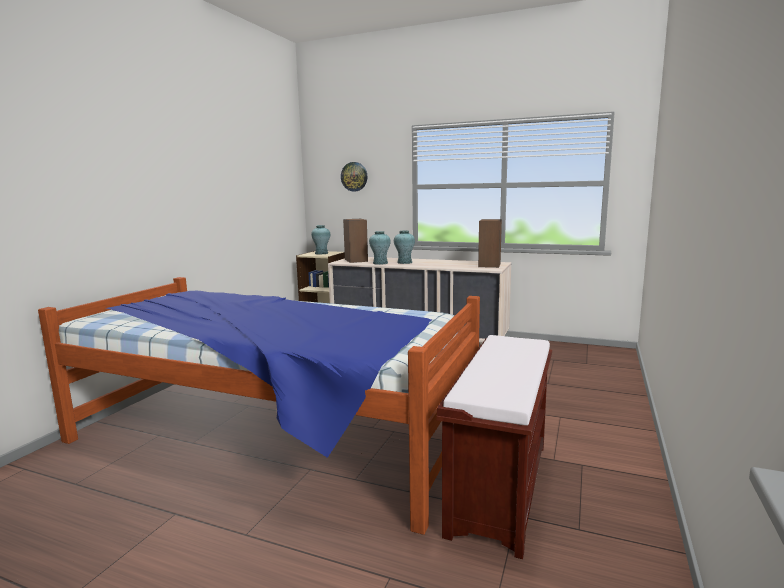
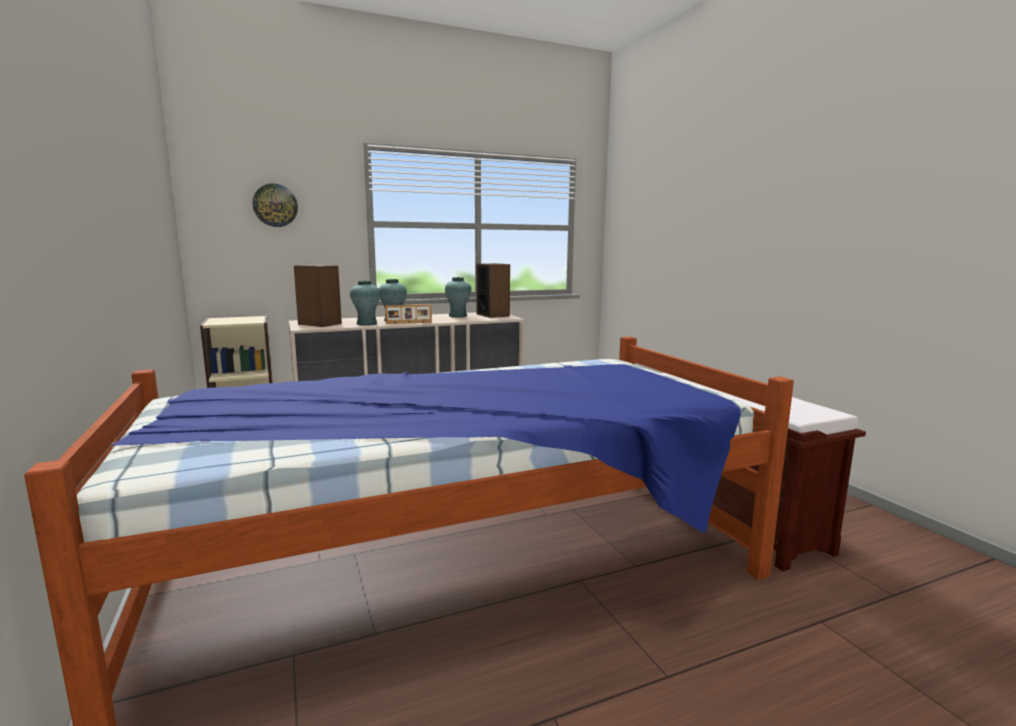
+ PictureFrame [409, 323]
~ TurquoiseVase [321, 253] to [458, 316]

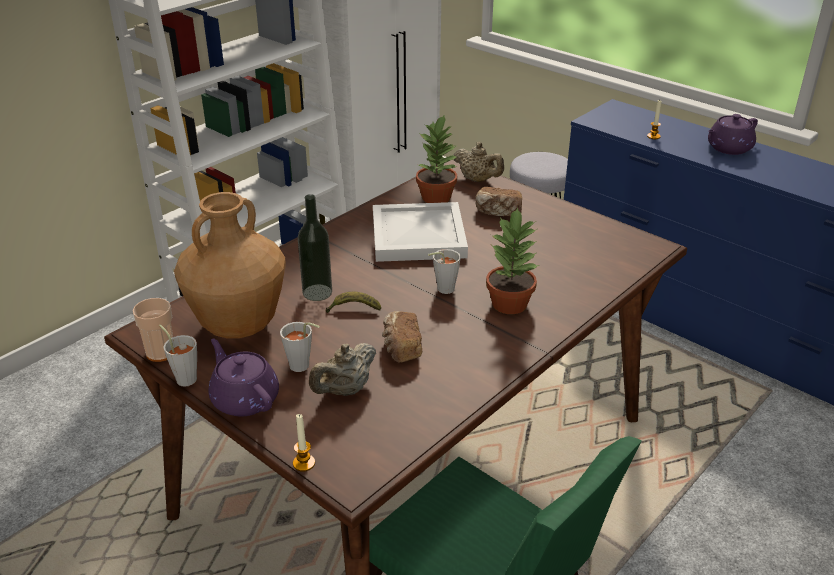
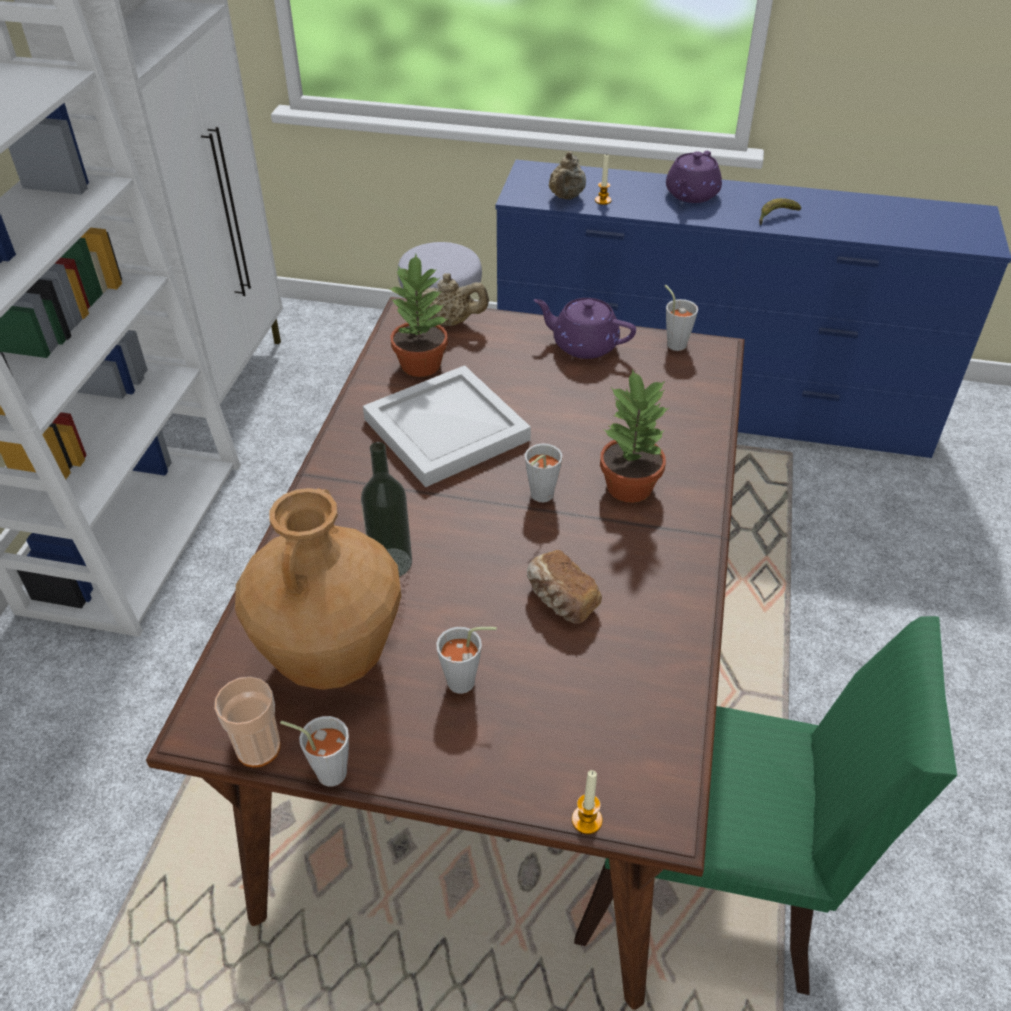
~ PurpleTeapot [244, 399] to [583, 345]
~ BeigeTeapot [345, 390] to [566, 197]
+ GreyCup [674, 342]
~ Banana [353, 309] to [775, 216]
- Bread [498, 212]

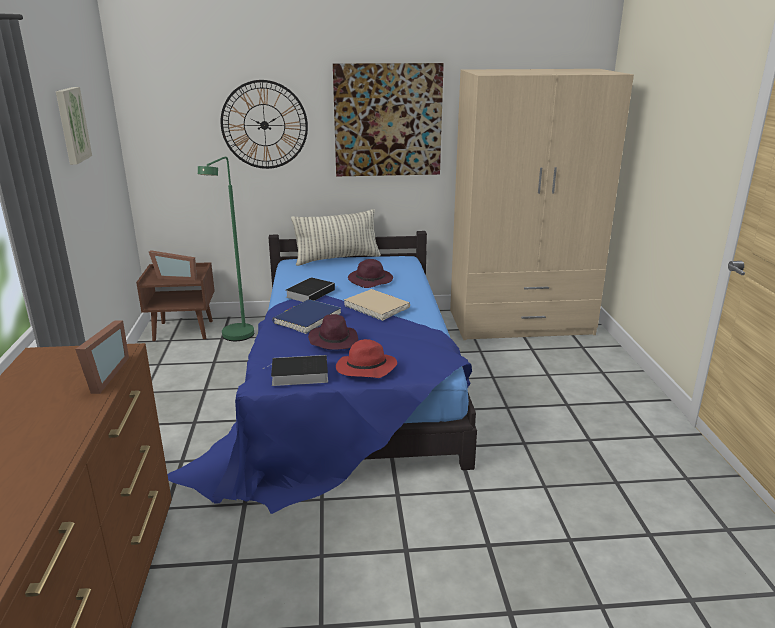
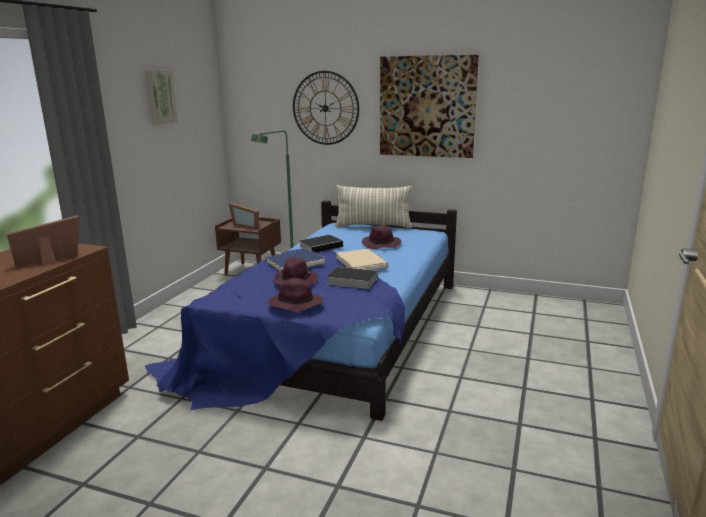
~ PictureFrame [101, 376] = [51, 261] 150 degrees counterclockwise
~ RedHat [365, 369] to PurpleHat [294, 304]
~ Book [298, 374] to [350, 281]
- BeigeWardrobe [521, 322]

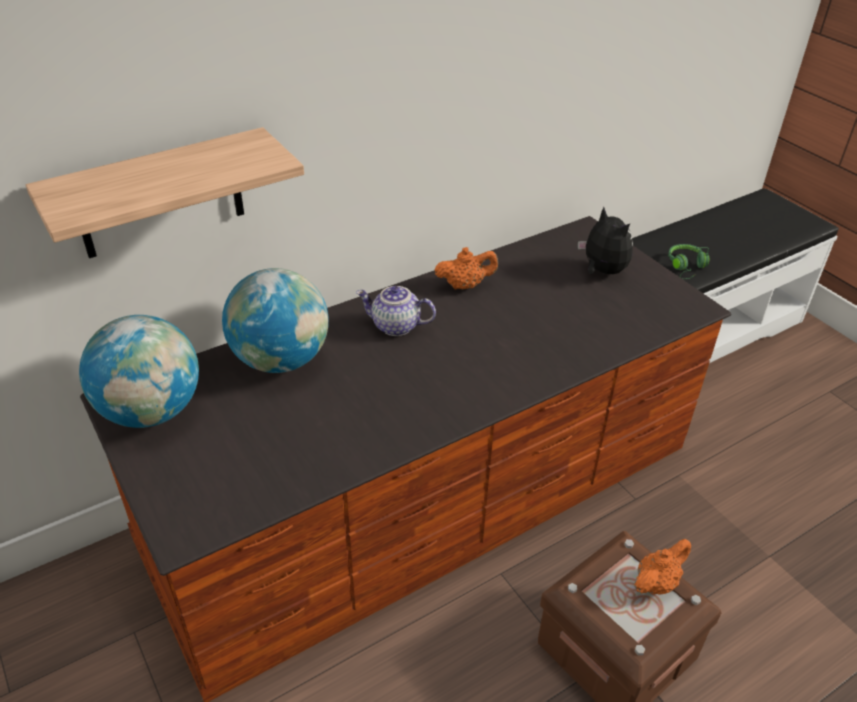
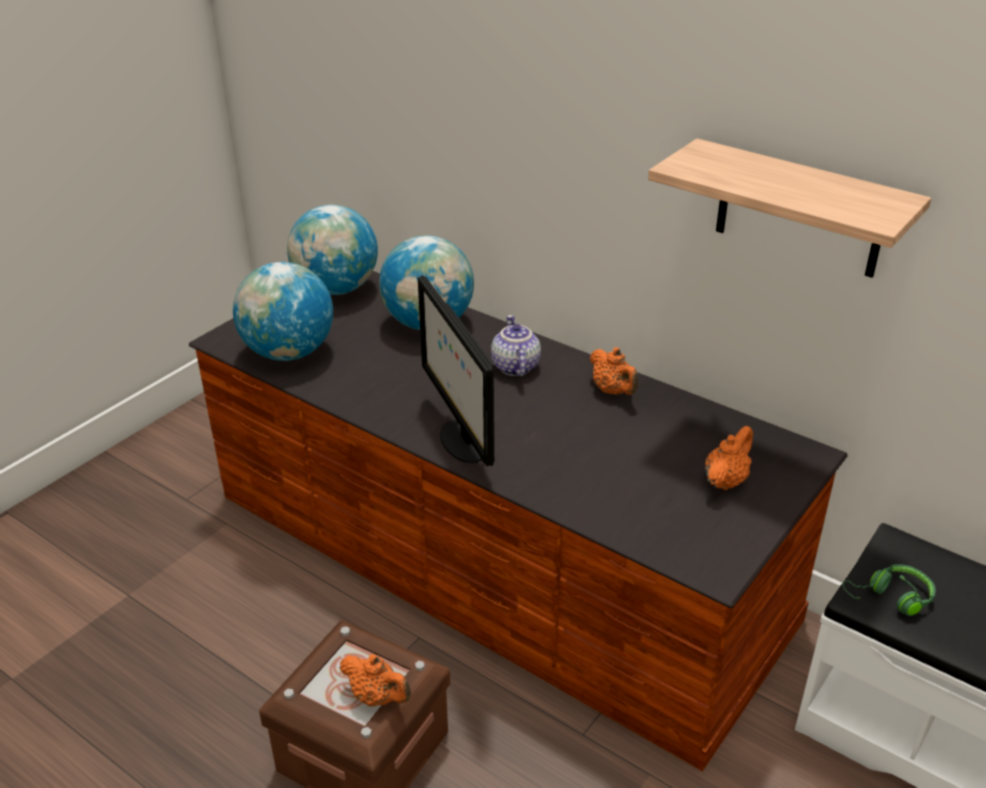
+ Globe [288, 352]
+ Monitor [461, 441]
~ Shelf [160, 195] to [799, 210]
~ PlushToy [602, 271] to OrangeTeapot [726, 480]

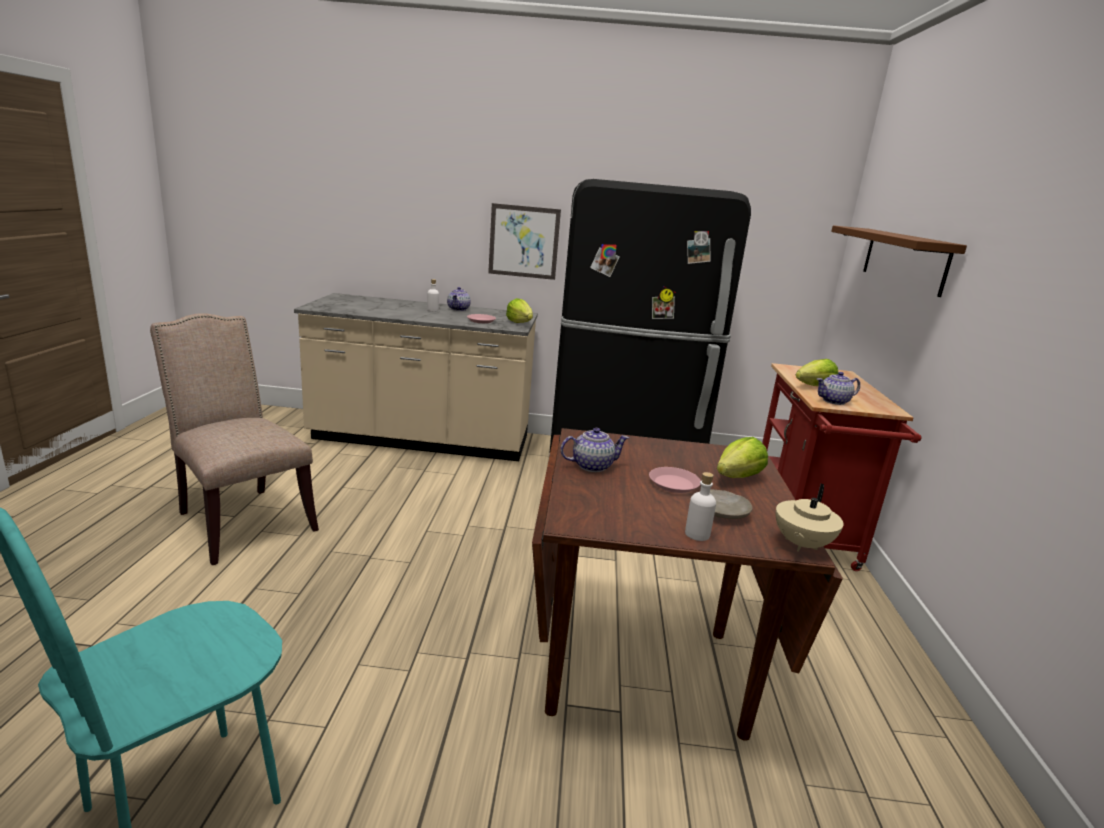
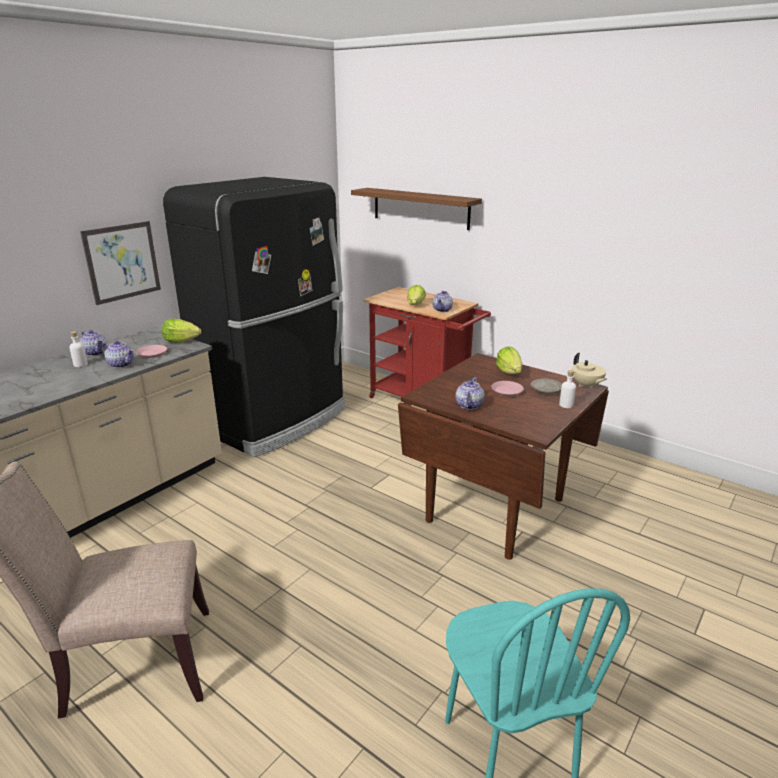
+ Teapot [121, 364]

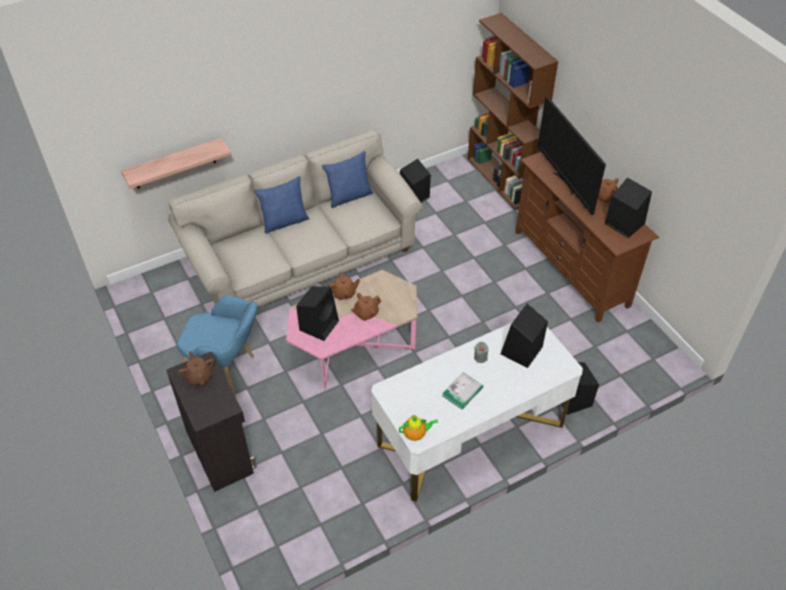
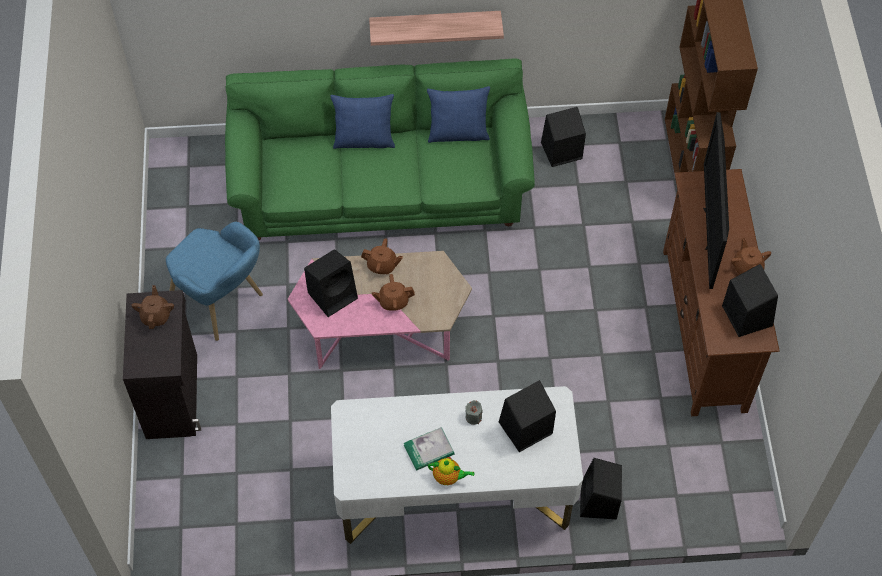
~ BeigeSofa [301, 256] to GreenSofa [381, 184]
~ Shelf [174, 164] to [435, 25]
~ Teapot [416, 434] to [448, 477]

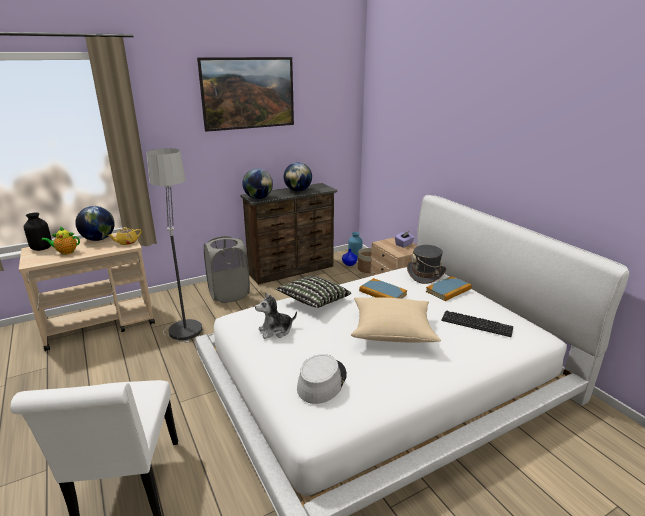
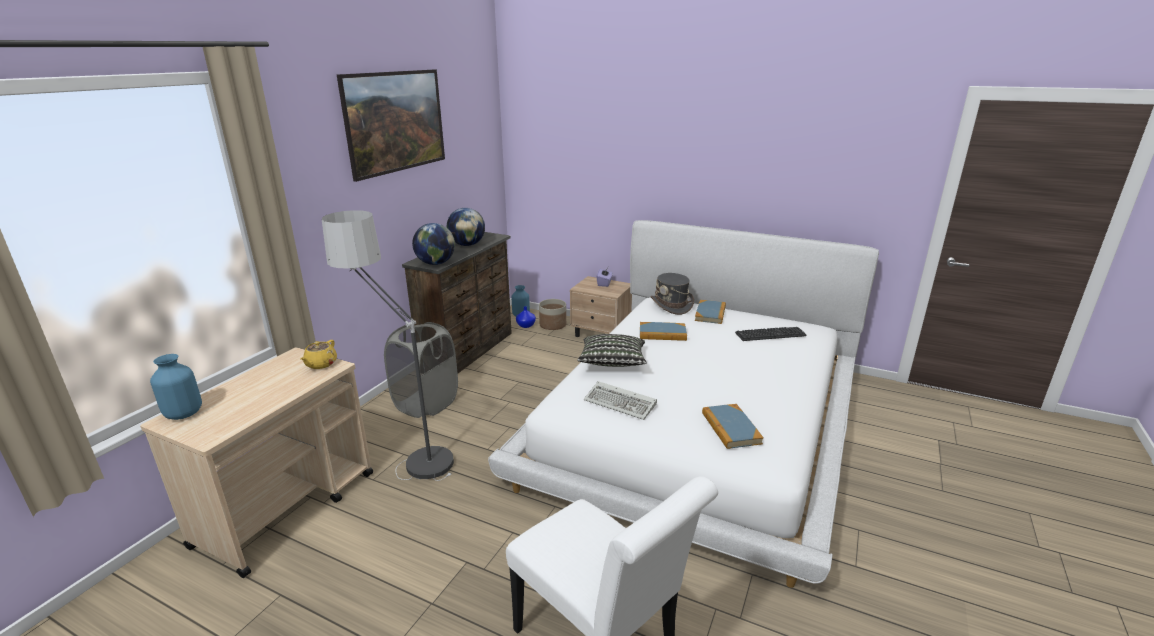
~ BlackVase [41, 248] to BlueVase [184, 414]
~ PlushToy [276, 331] to Keyboard [622, 403]
~ GreyHat [321, 381] to Book [730, 428]
- Teapot [65, 252]
- Globe [98, 239]
- BeigePillow [392, 332]

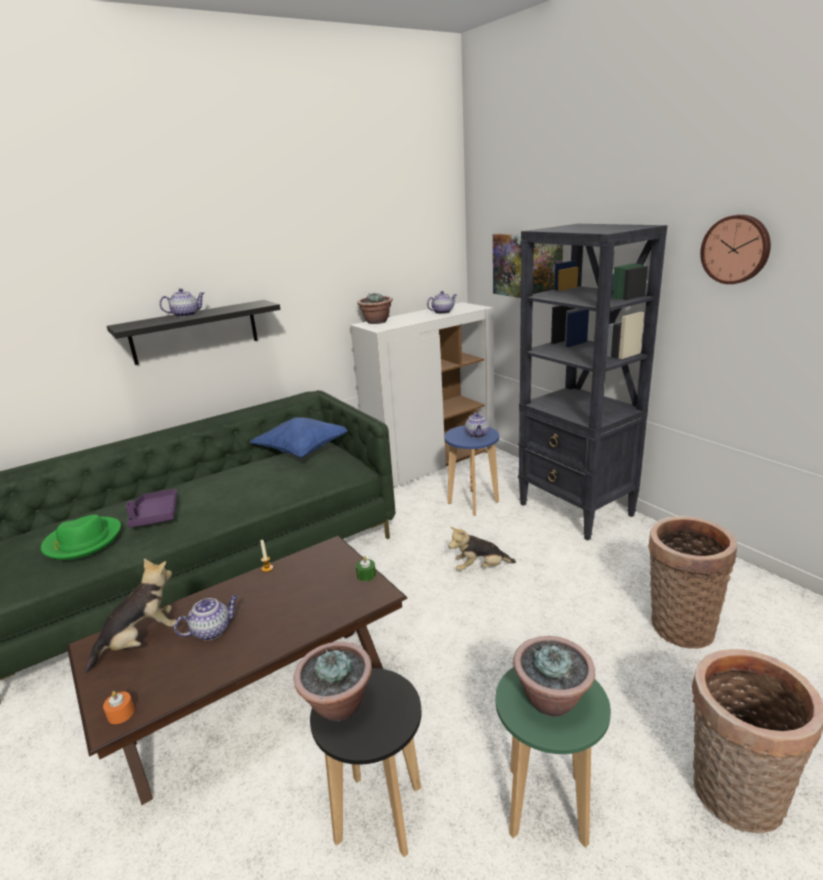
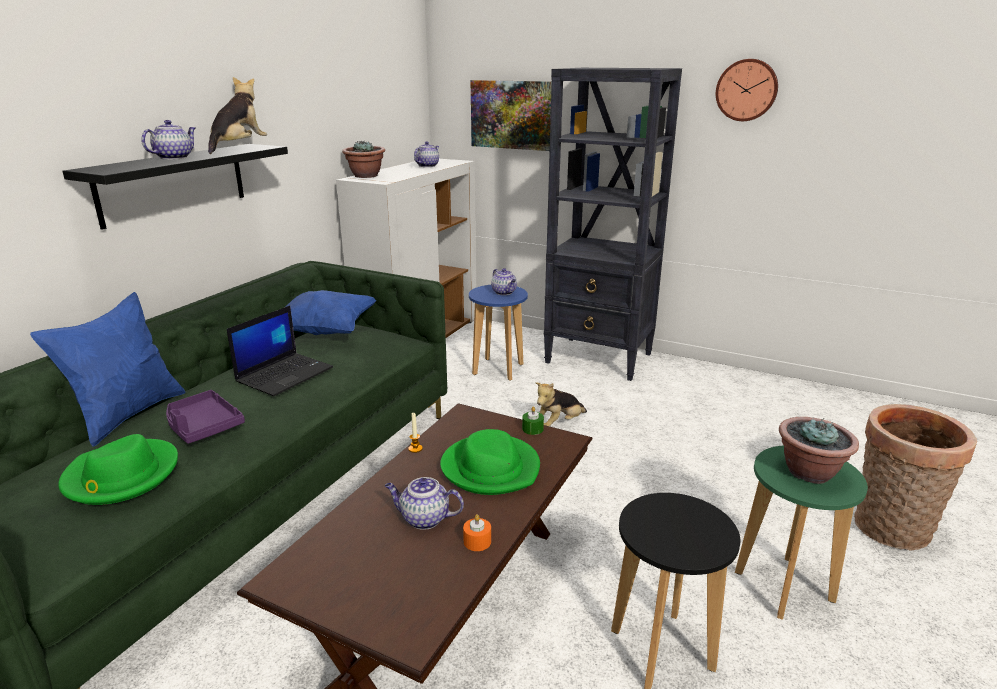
+ BluePillow [128, 414]
~ PlushToy [141, 641] to [239, 148]
+ Laptop [285, 374]
~ Teapot [212, 630] = [423, 519] 105 degrees counterclockwise
+ GreenHat [491, 468]
~ OrangeCandle [121, 713] to [477, 541]
- PottedPlant [338, 705]
- Basket [678, 624]

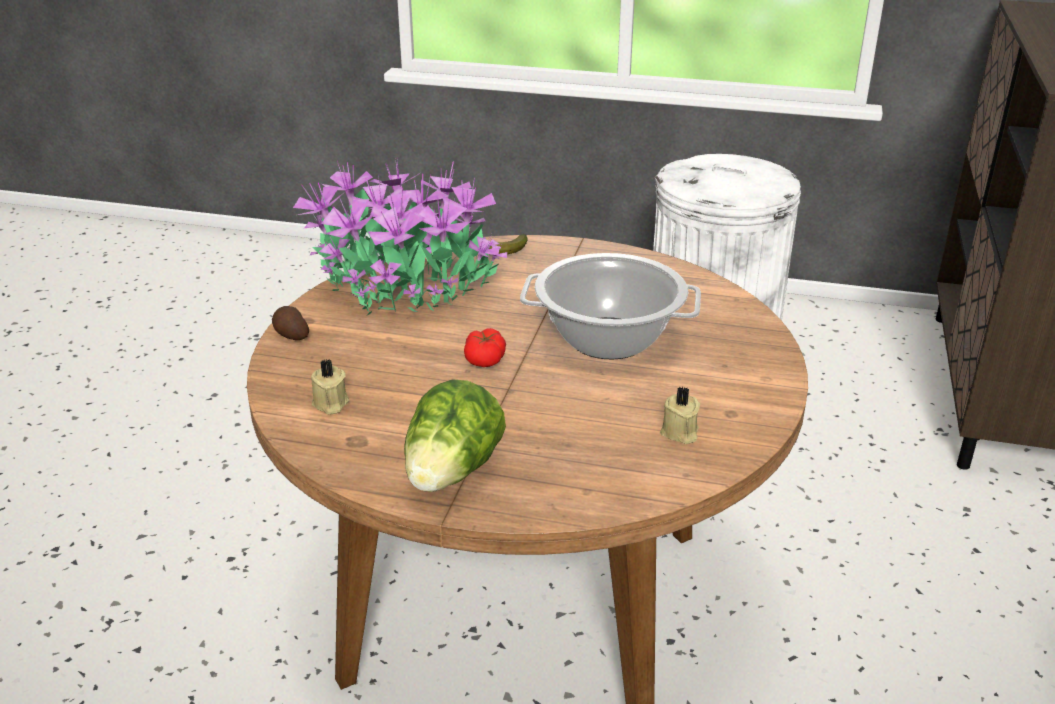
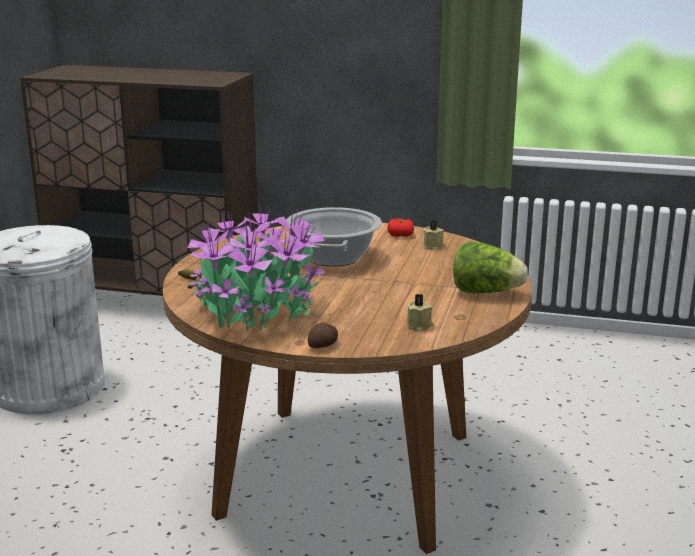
~ Tomato [485, 359] to [400, 235]

